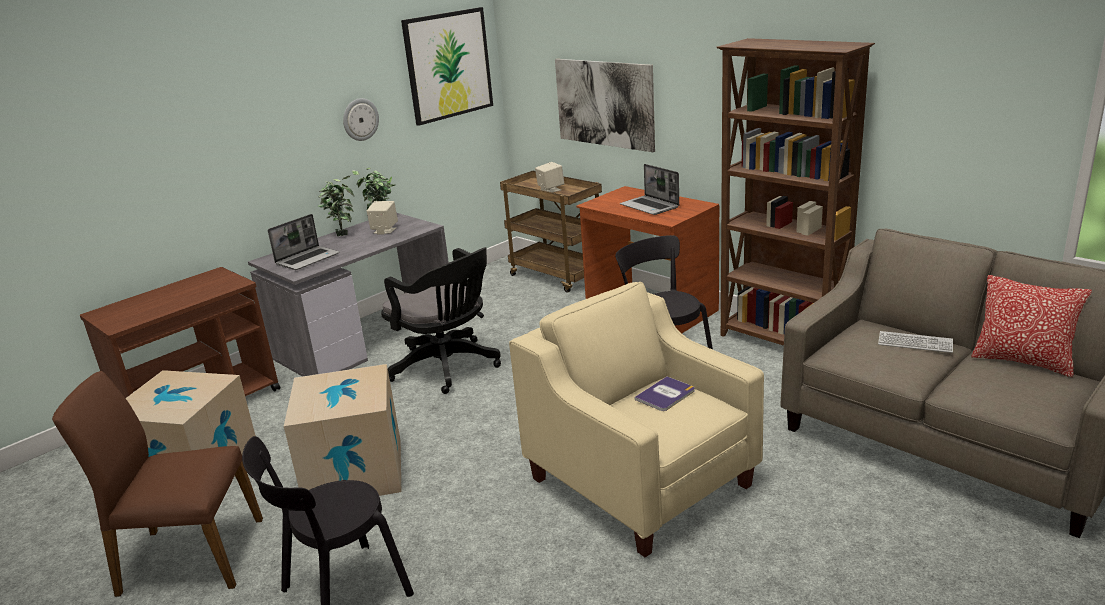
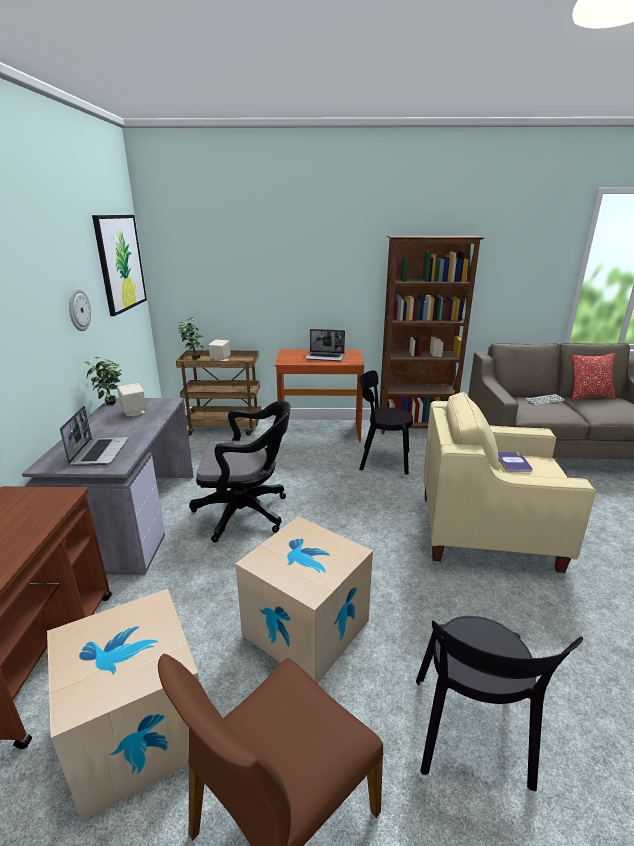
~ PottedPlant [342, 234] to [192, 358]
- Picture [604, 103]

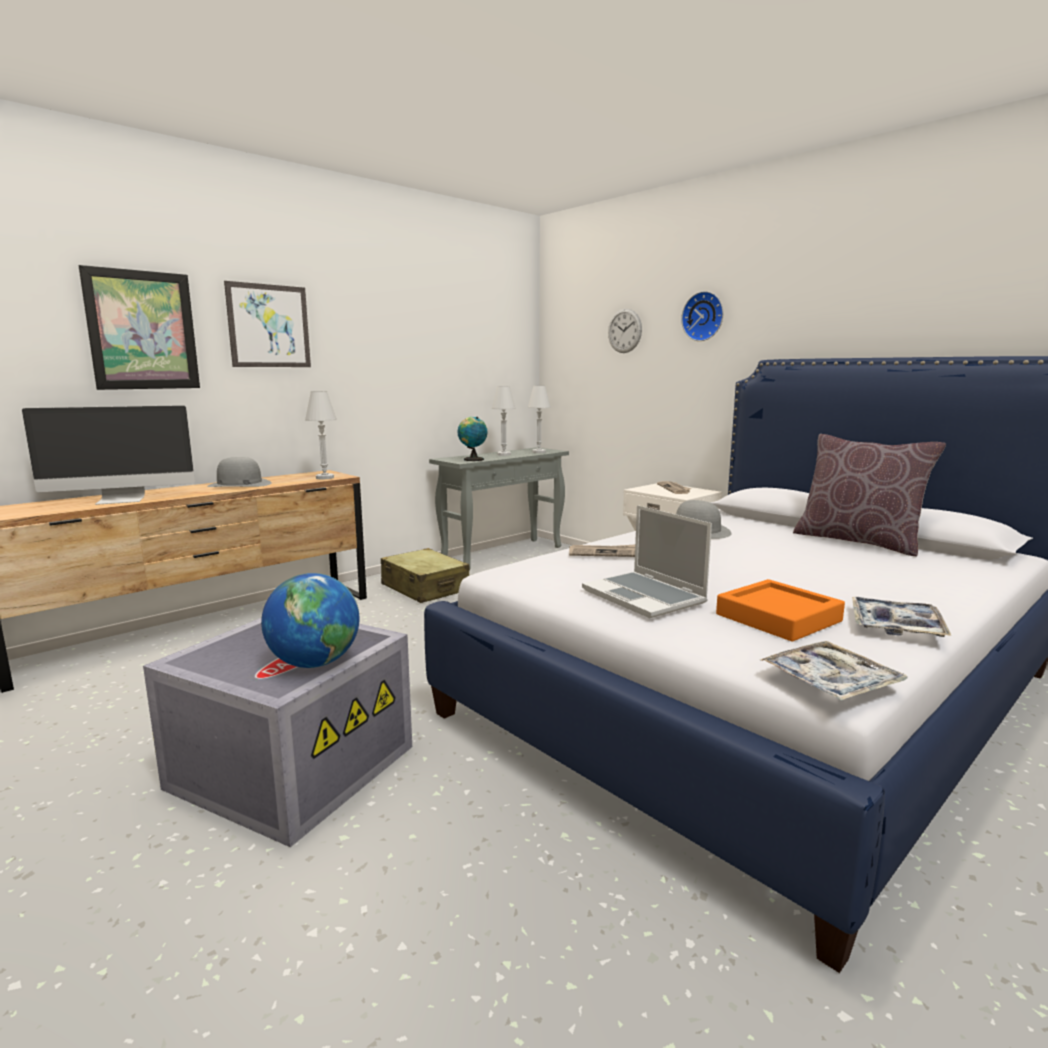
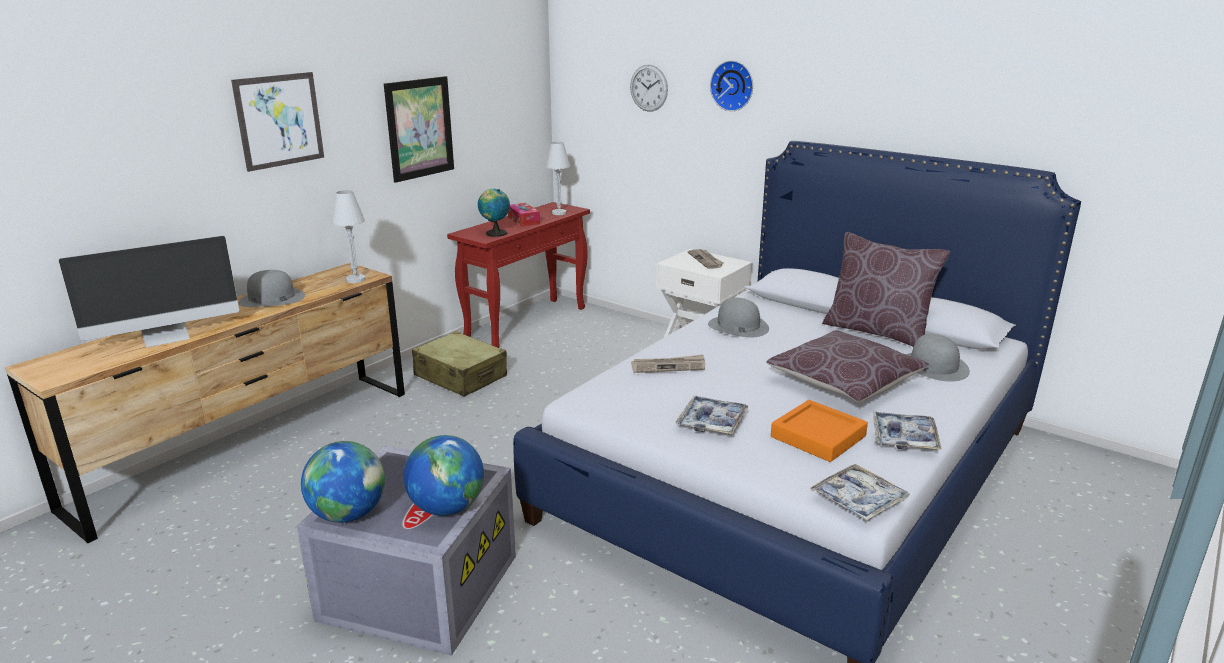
+ Globe [348, 514]
~ Picture [142, 330] to [419, 128]
~ GreyConsoleTable [503, 554] to RedConsoleTable [527, 322]
~ WhiteTableLamp [503, 454] to TissueBox [523, 220]
~ Laptop [645, 597] to Tray [711, 422]
+ BrownPillow [844, 382]
+ GreyHat [934, 366]

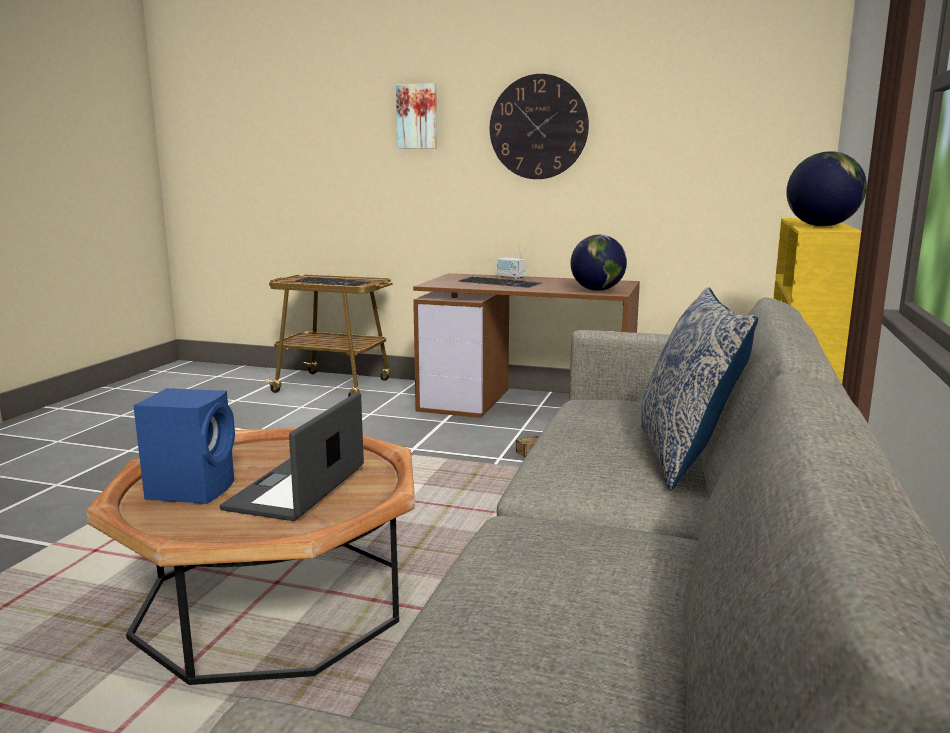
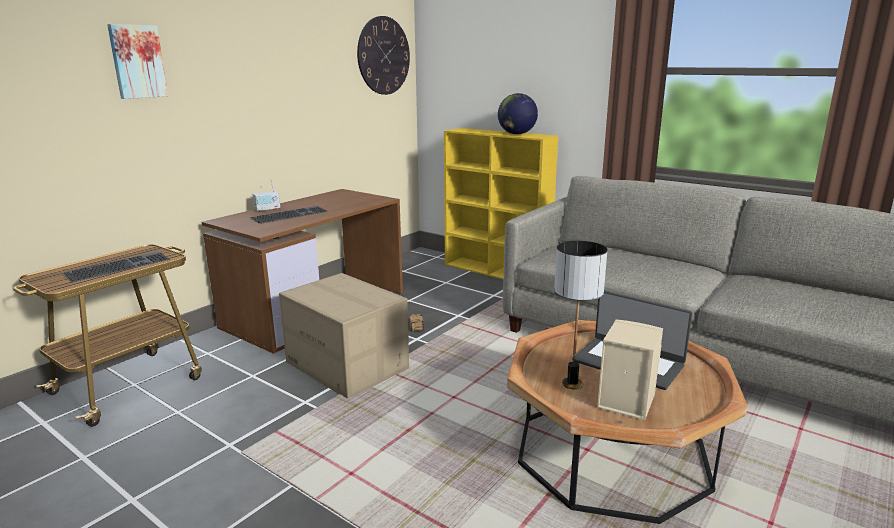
+ CardboardBox [348, 365]
~ WallClock [538, 127] to [383, 56]
+ TableLamp [571, 384]
~ BlueSpeaker [193, 489] to BeigeSpeaker [624, 400]
- Globe [597, 290]
- Pillow [685, 456]

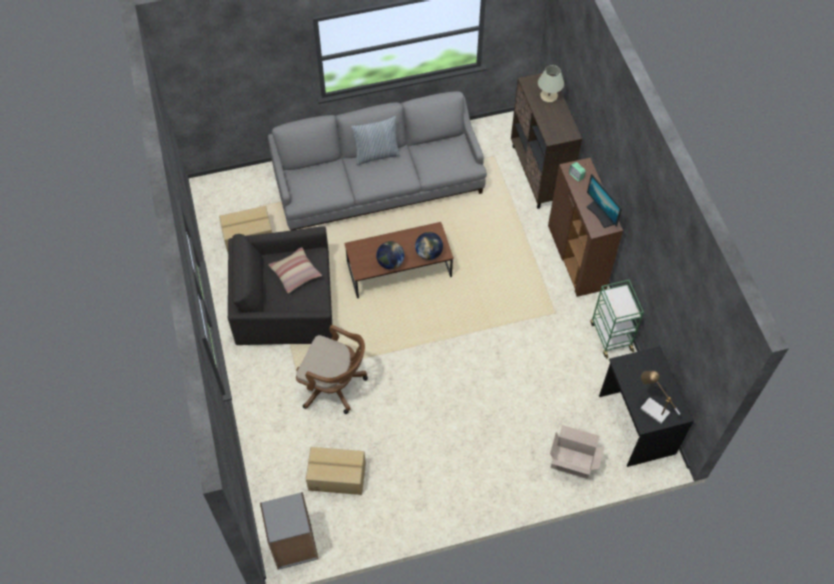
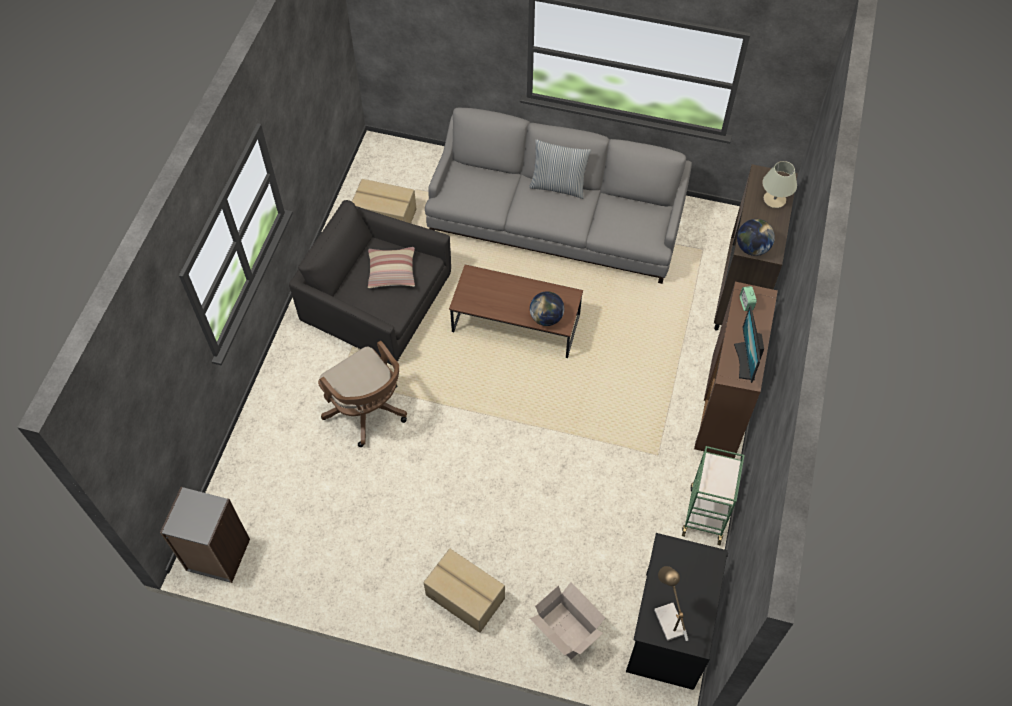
~ CardboardBox [337, 475] to [465, 595]
~ Globe [390, 263] to [752, 248]

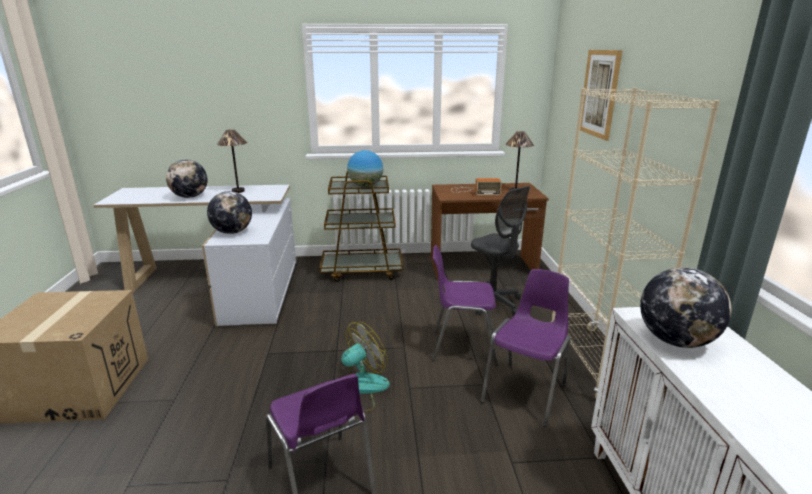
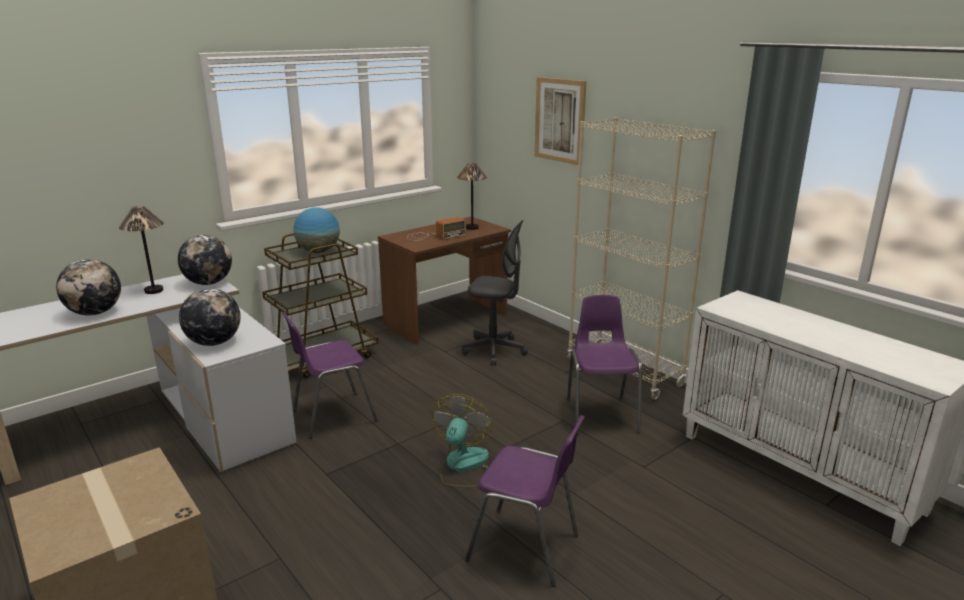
~ Globe [675, 341] to [208, 283]
~ PurpleChair [462, 347] to [332, 416]

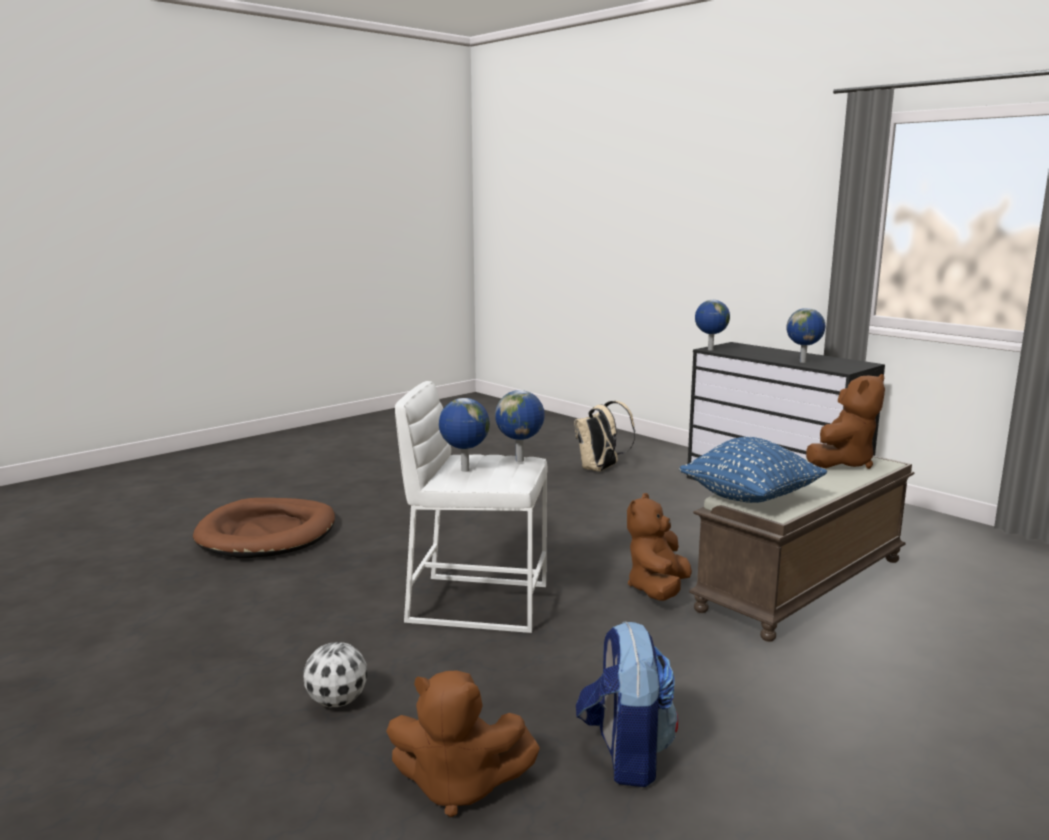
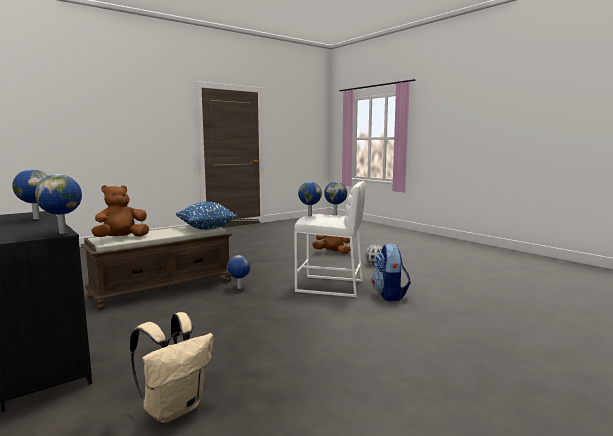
~ BrownPlushToy [657, 590] to Globe [239, 288]
~ Backpack [625, 755] to [390, 295]
- BrownDogBed [267, 533]

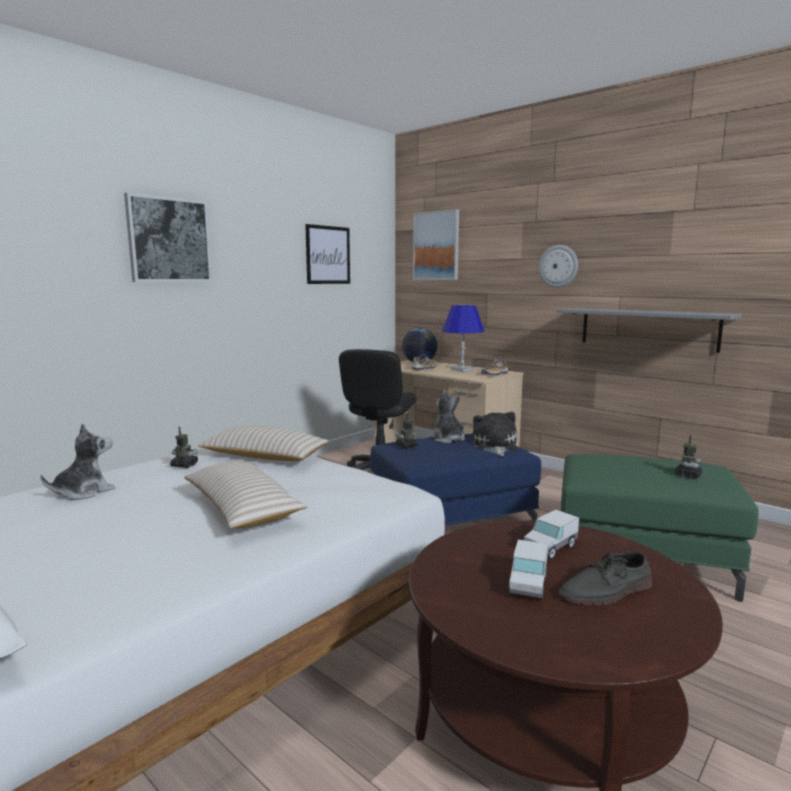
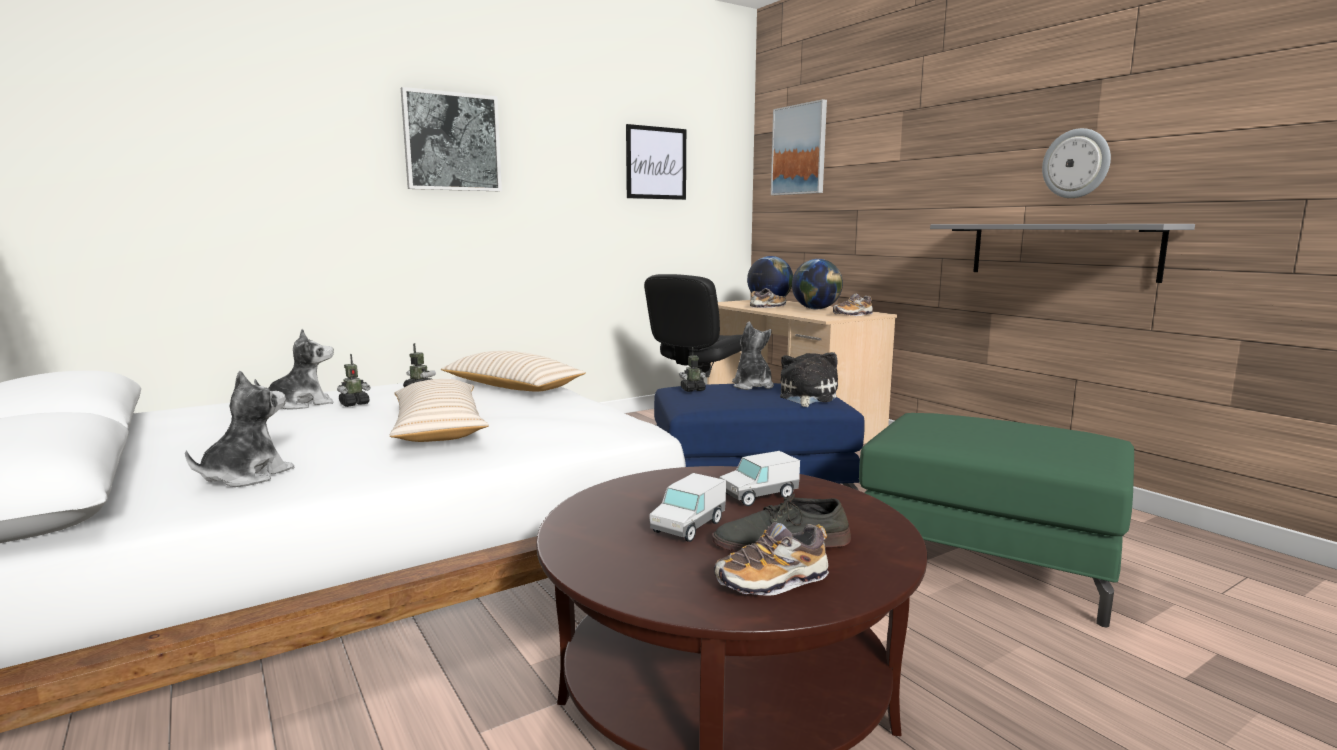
+ PlushToy [246, 476]
~ ToyRobot [688, 475] to [354, 404]
+ Shoe [772, 581]
~ BlueTableLamp [462, 369] to Globe [816, 309]
~ WallClock [558, 266] to [1076, 163]

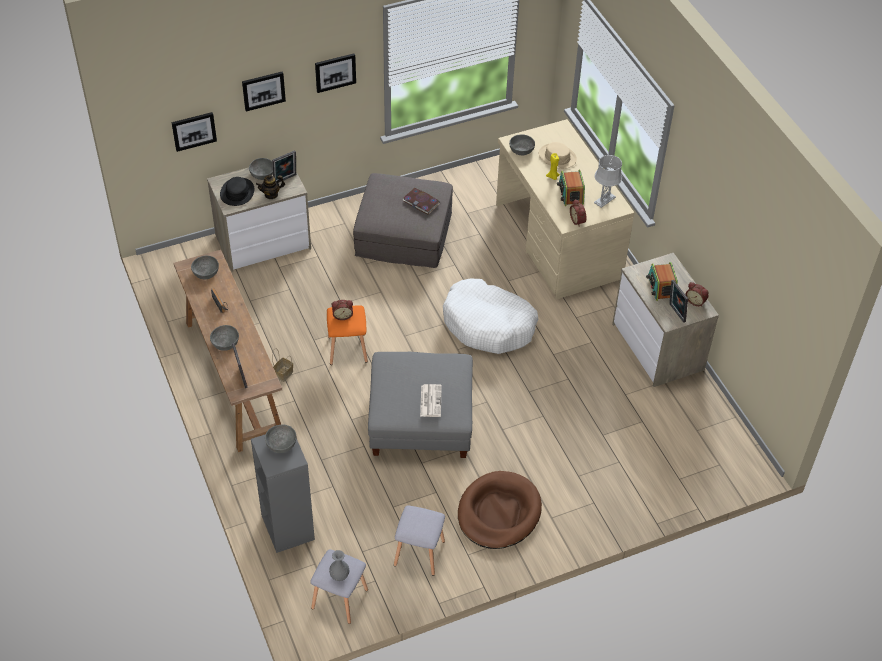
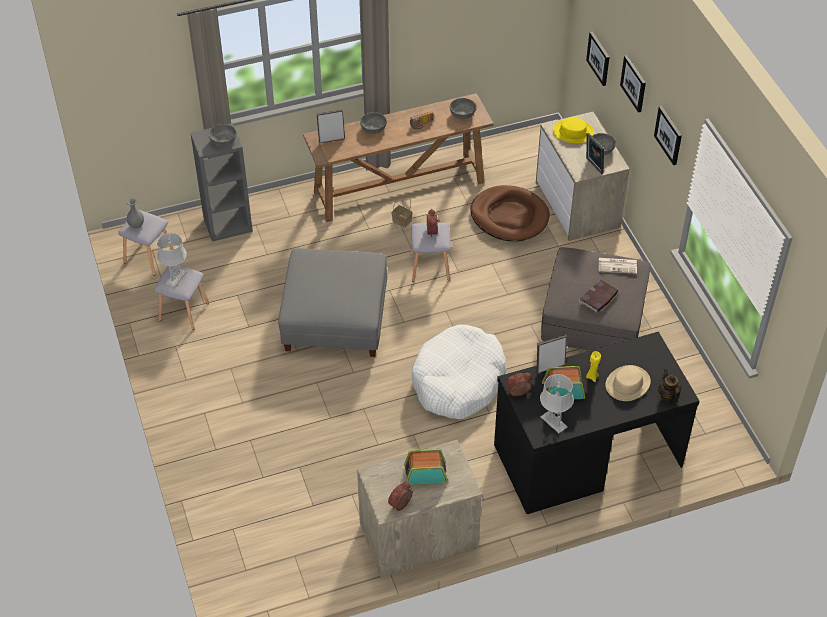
+ GreyTableLamp [176, 278]
~ OrangeStool [347, 348] to GreyStool [430, 266]
~ BrownDogBed [498, 512] to [509, 216]
~ BeigeDesk [557, 241] to BlackDesk [586, 455]
~ PictureFrame [675, 313] to [550, 367]
~ BlackHat [237, 192] to YellowHat [573, 132]
~ Newspaper [430, 400] to [618, 265]
~ Teapot [271, 194] to [668, 396]
- GreyBowl [521, 150]

